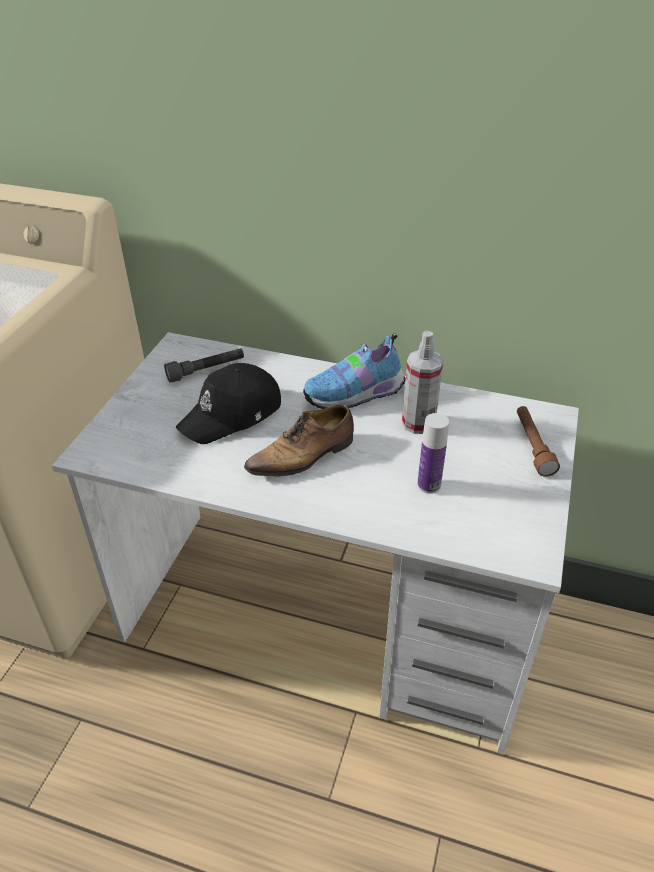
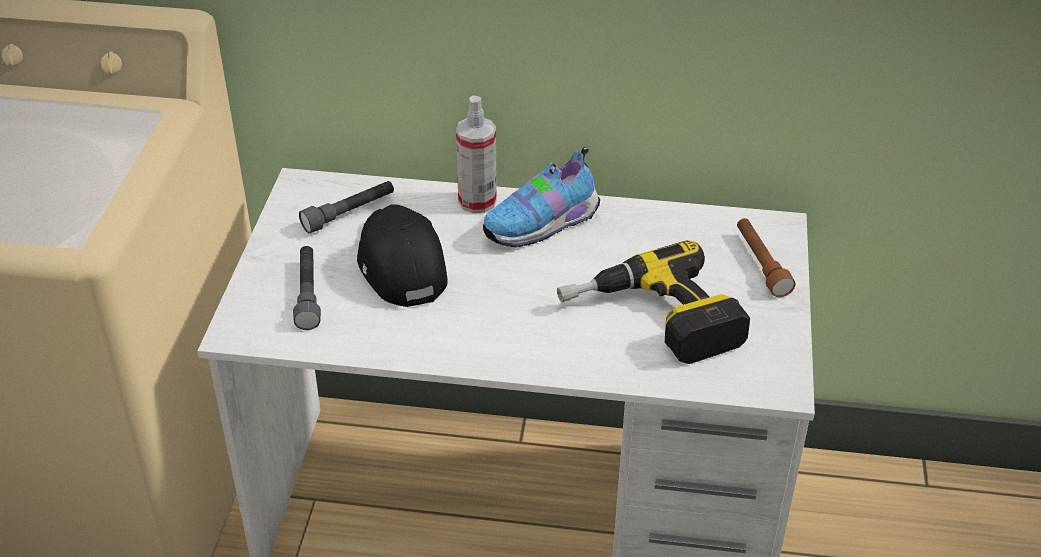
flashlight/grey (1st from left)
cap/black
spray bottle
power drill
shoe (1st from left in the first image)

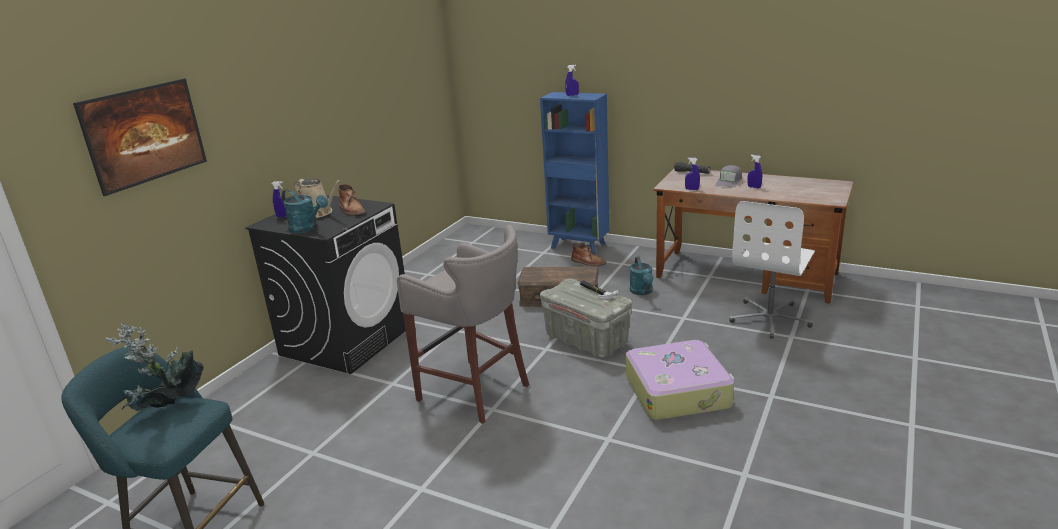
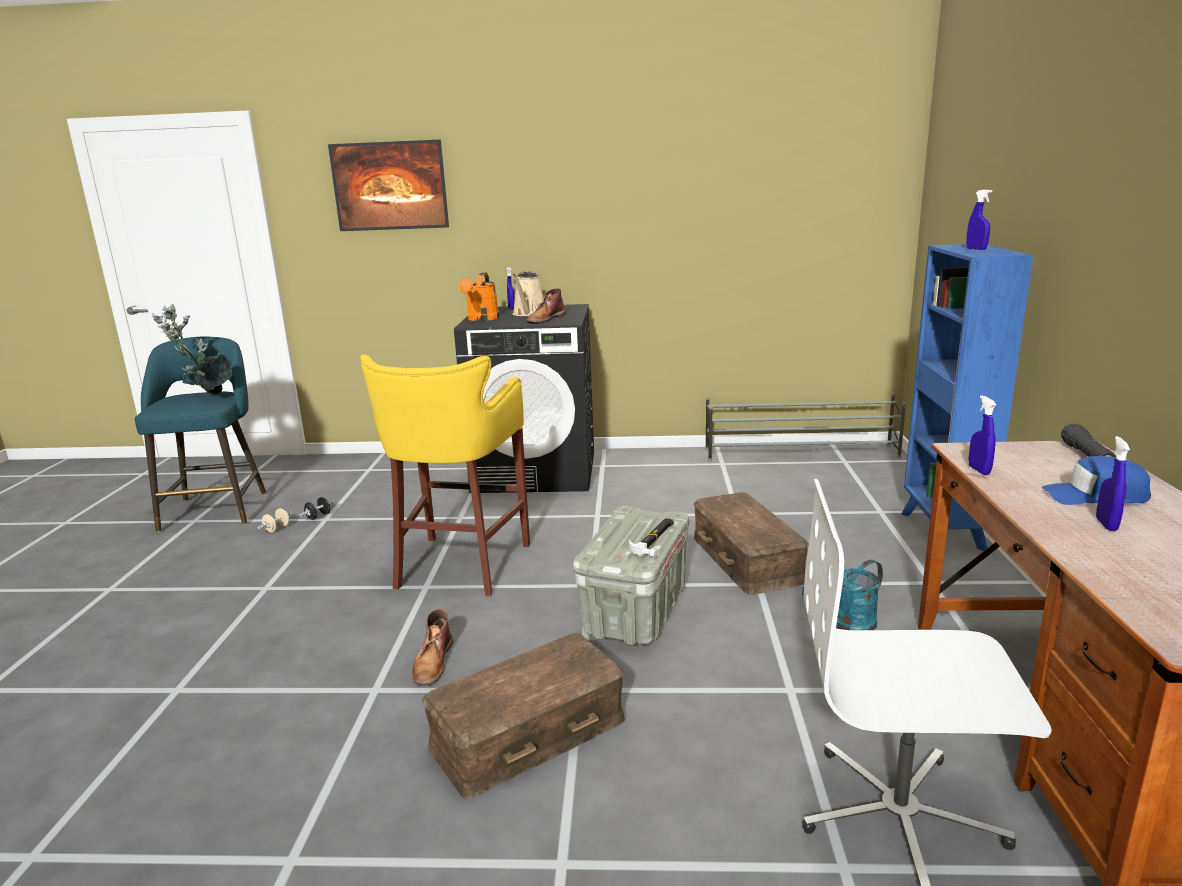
dumbbell/beige
dumbbell/black
stool/yellow
boot/brown (1st from left)
storage box/brown (1st from left)
watering can/orange
shoe rack/grey
cap/blue

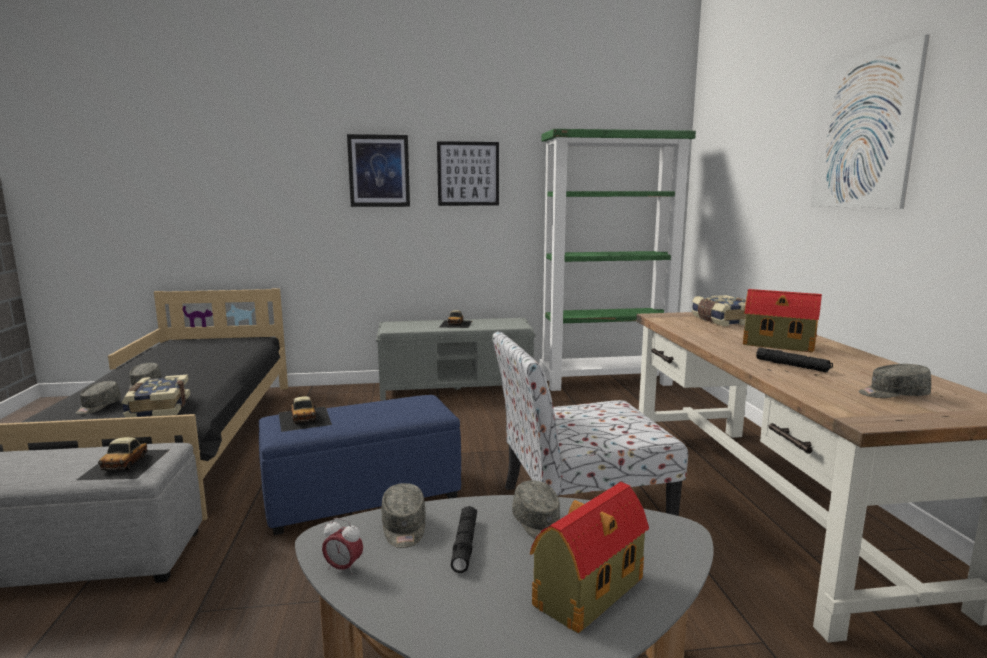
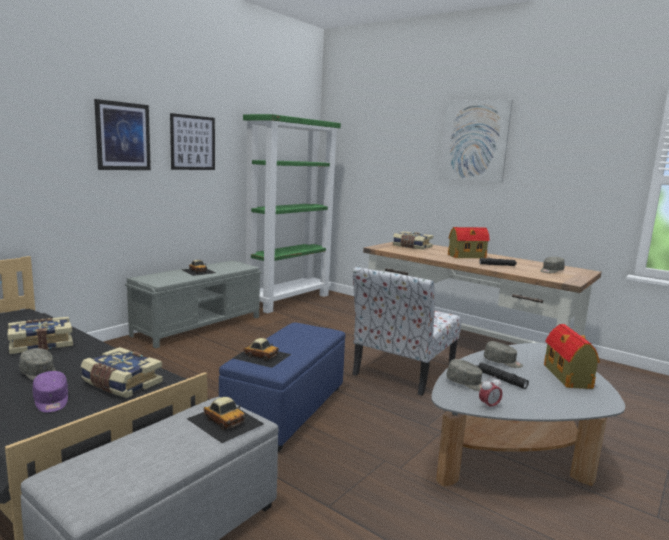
book (1st from left)
cap/purple

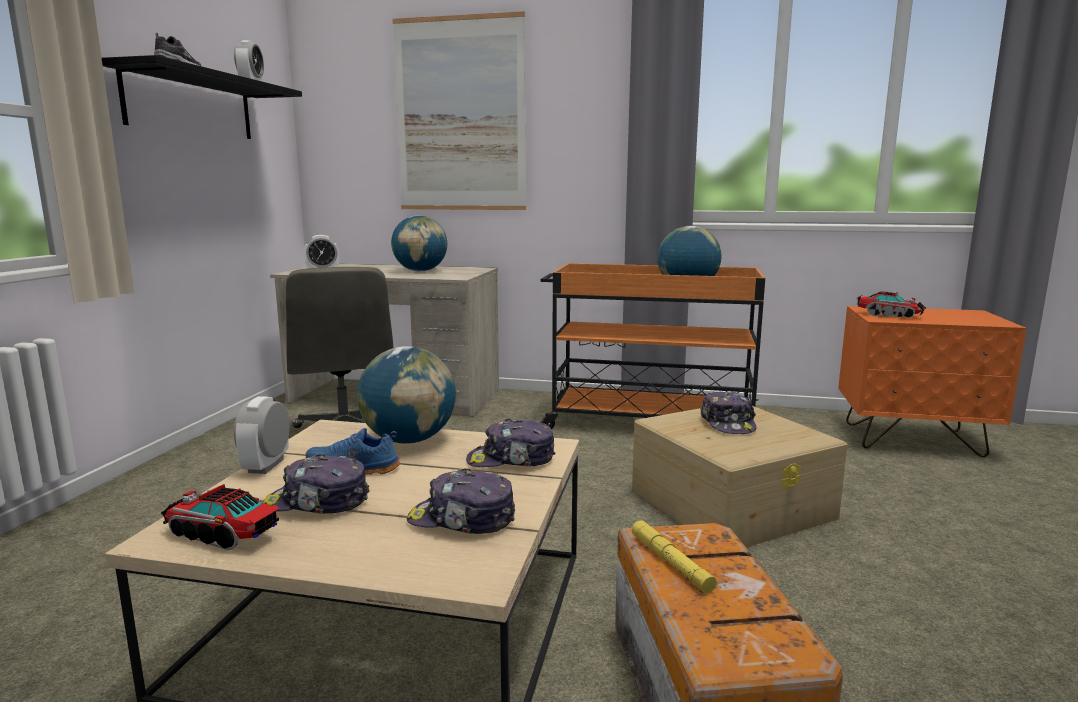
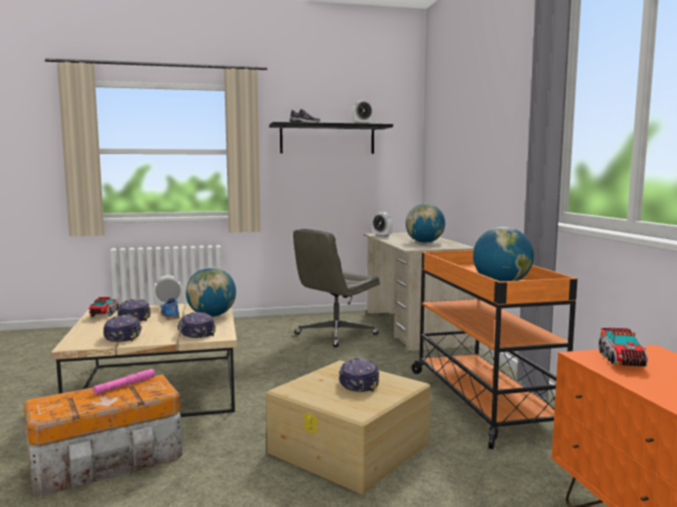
flashlight/pink
cap (4th from left)
picture

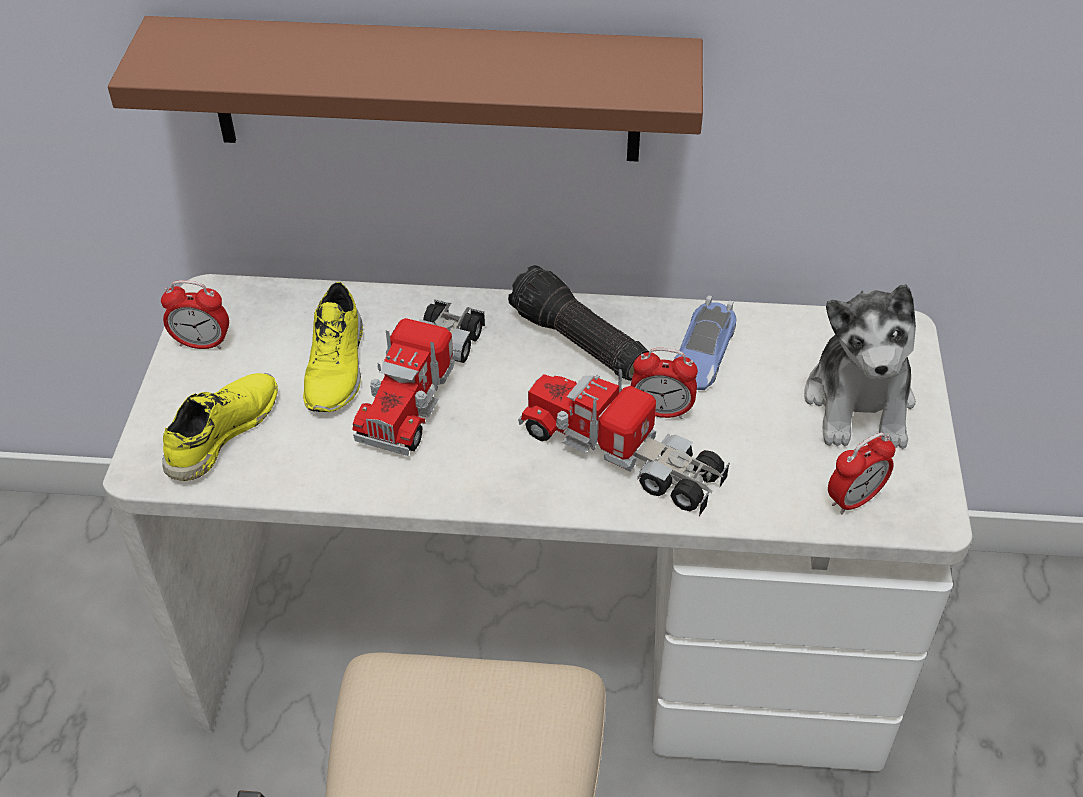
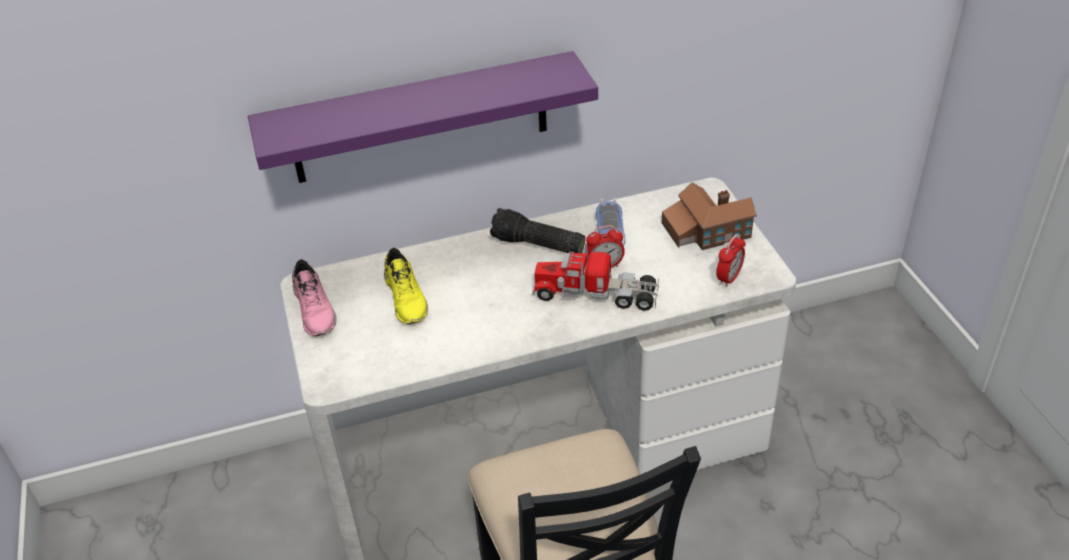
shelf/purple
shoe/pink
toy house
shoe/yellow (1st from left in the first image)
toy truck (1st from left in the first image)

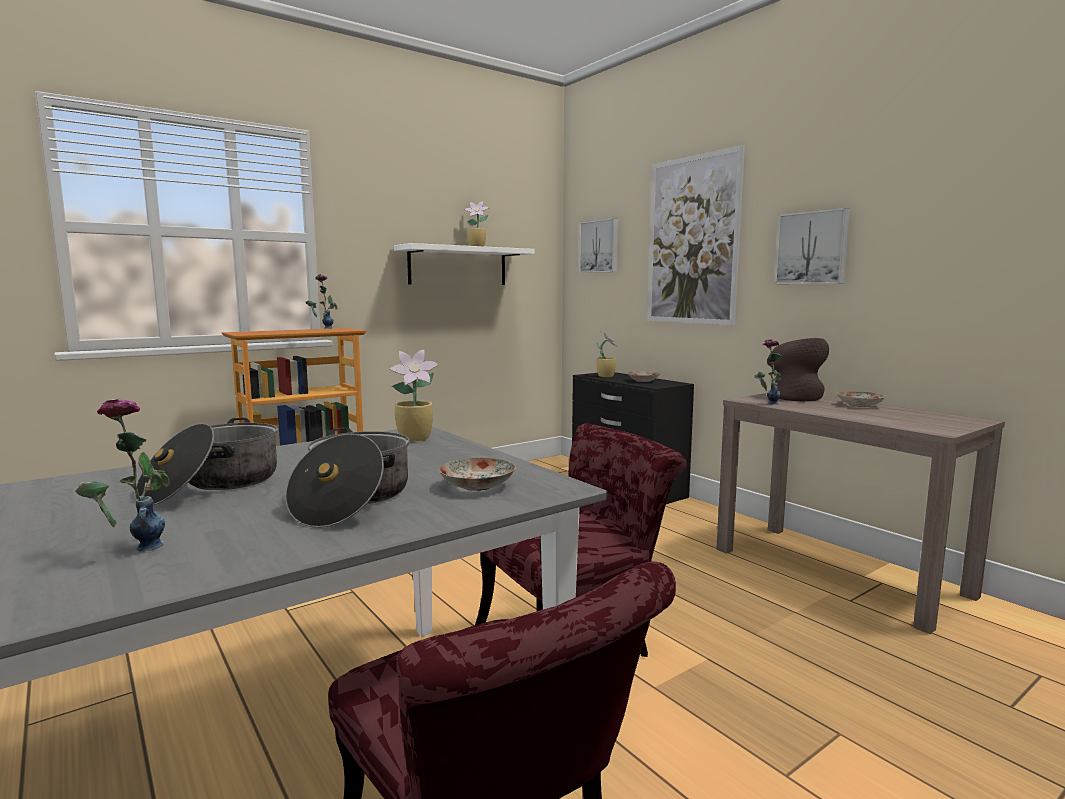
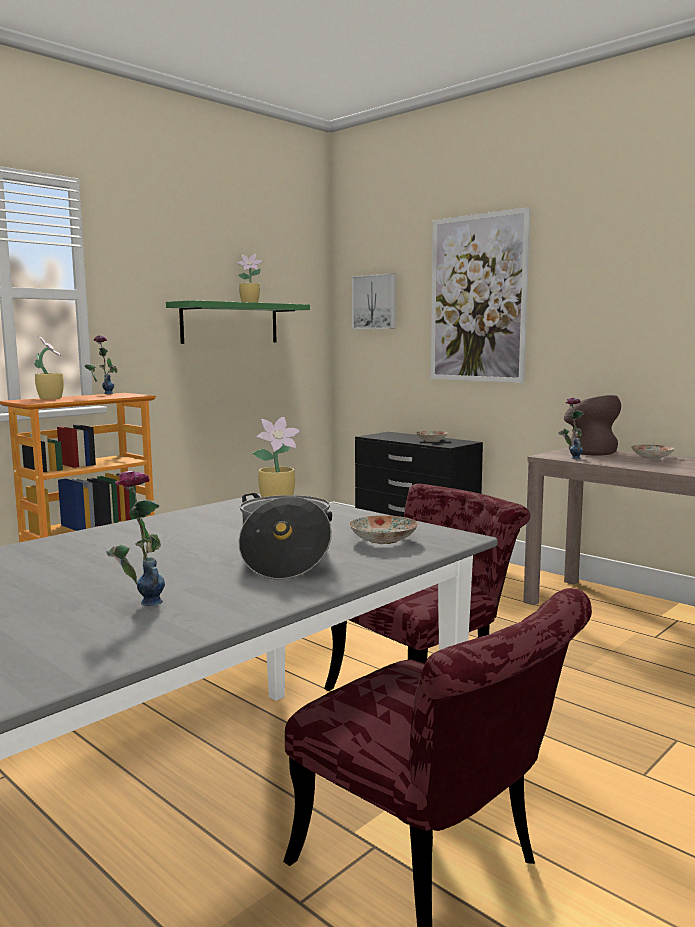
potted plant (1st from left)
shelf/green
cooking pot (1st from left in the first image)
picture (3rd from left in the first image)

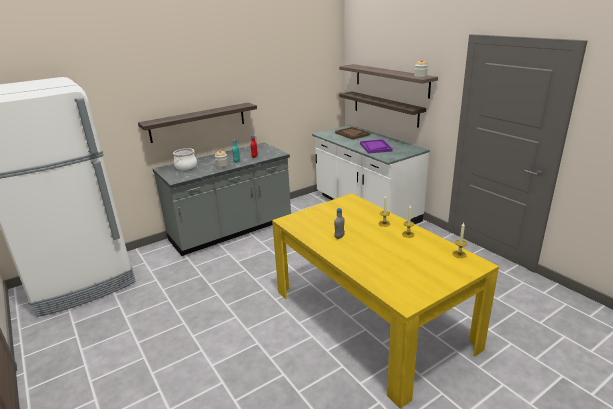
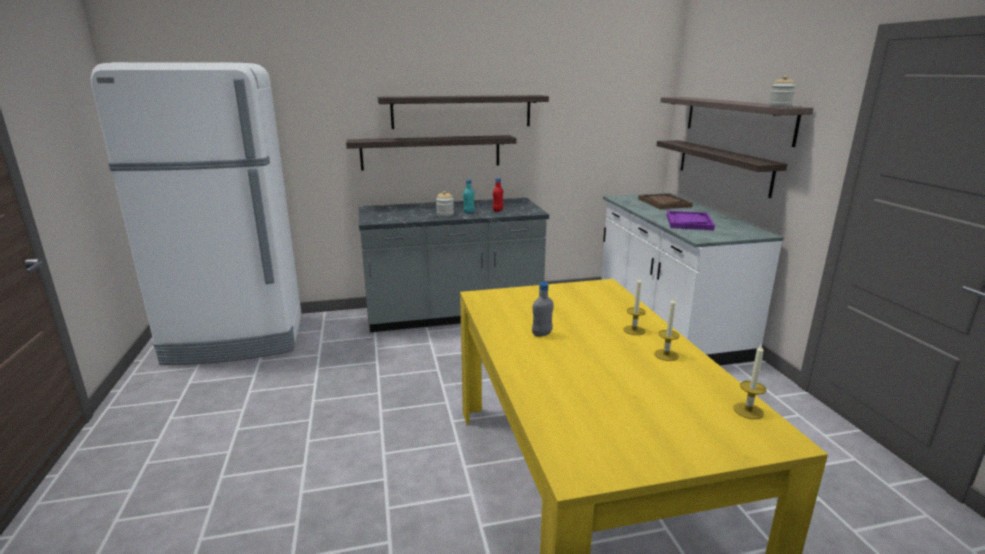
shelf (2nd from left)
cooking pot

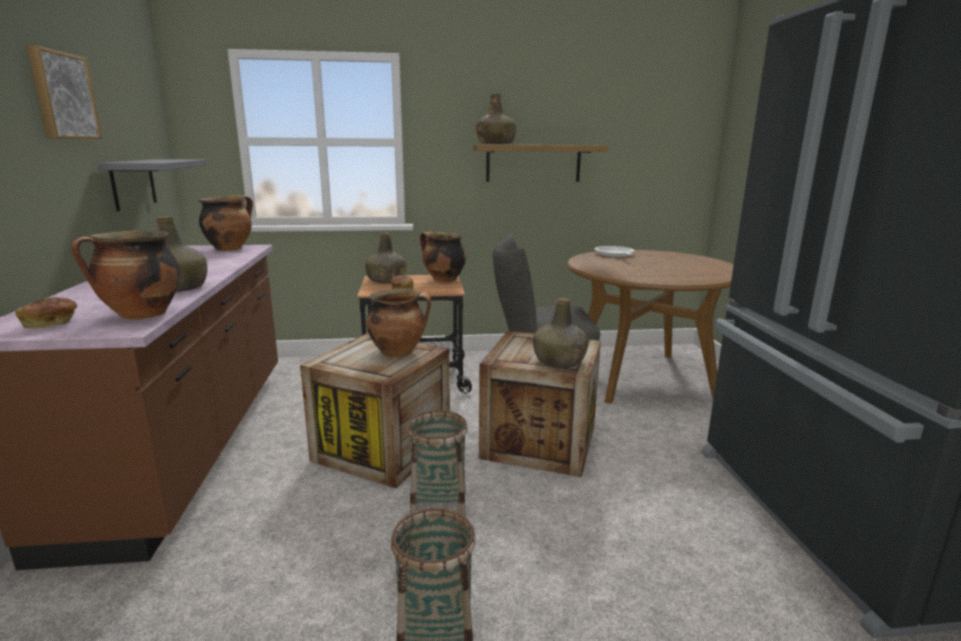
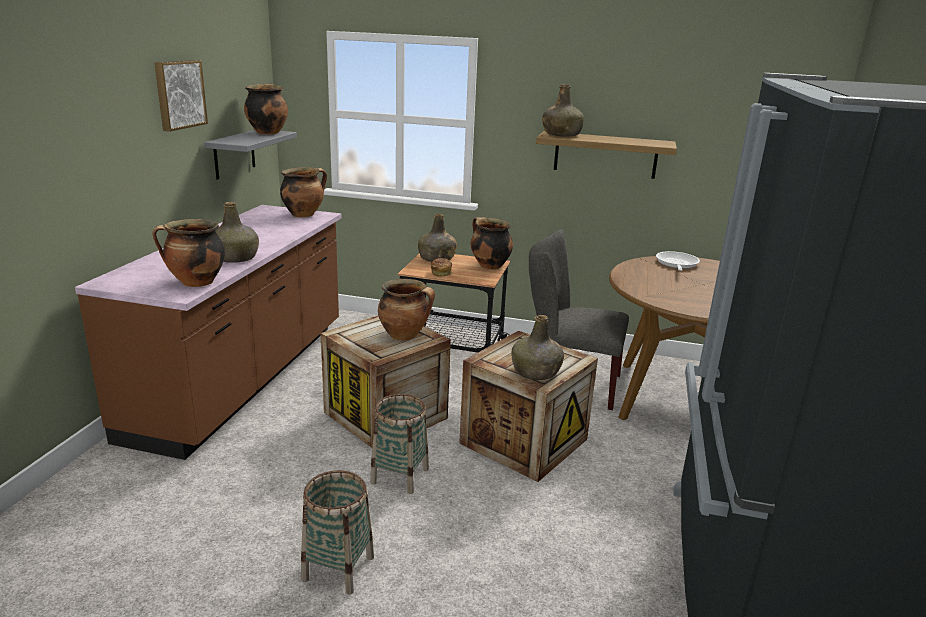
cooking pot (2nd from left)
bread (1st from left in the first image)

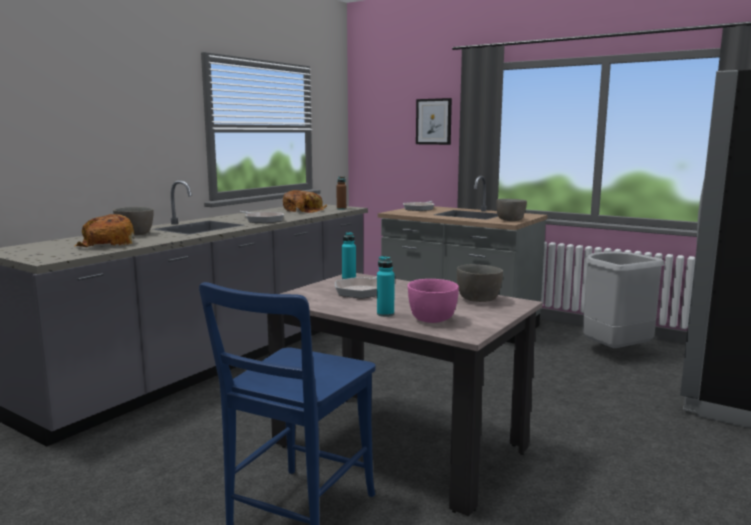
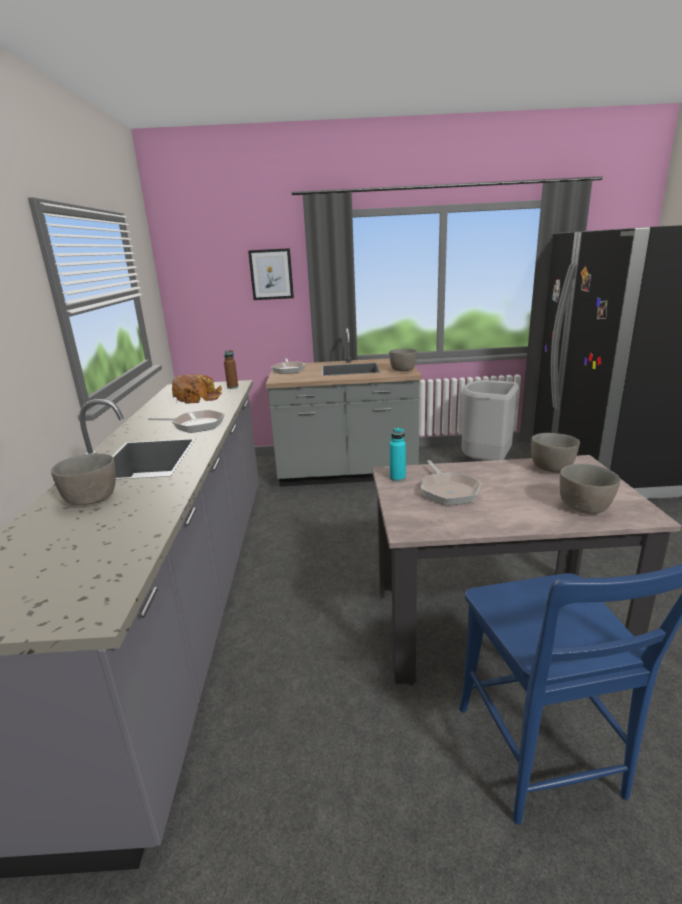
bowl/grey (4th from left)
bread (1st from left in the first image)
bottle/turquoise (2nd from left in the first image)

